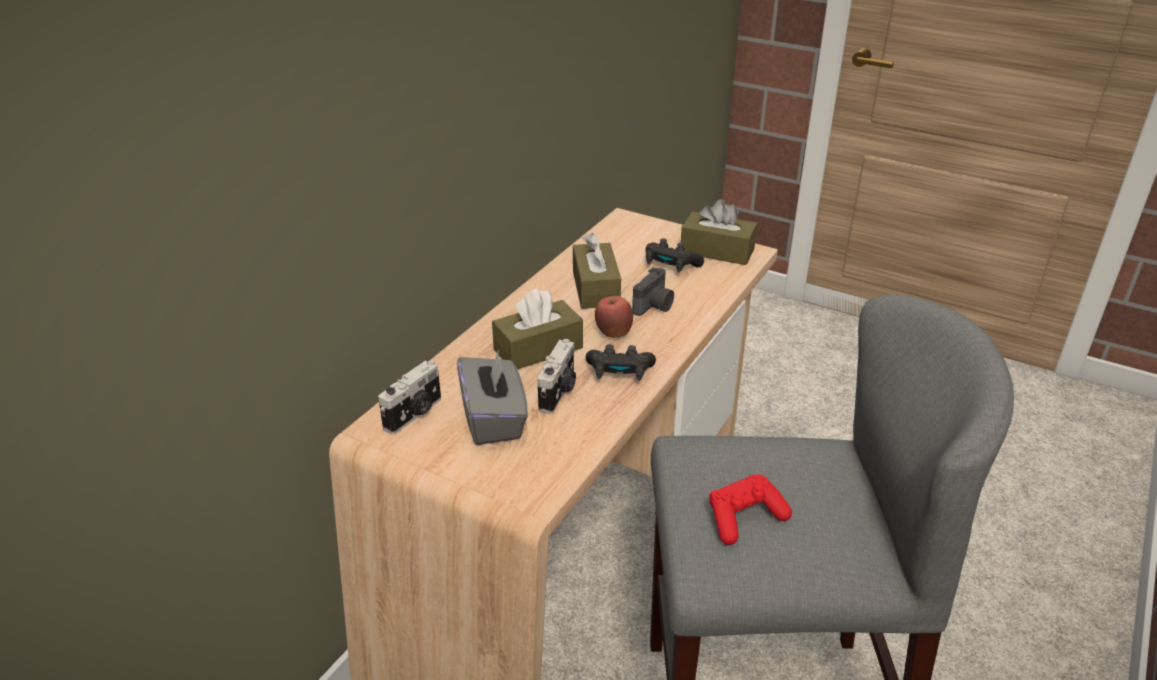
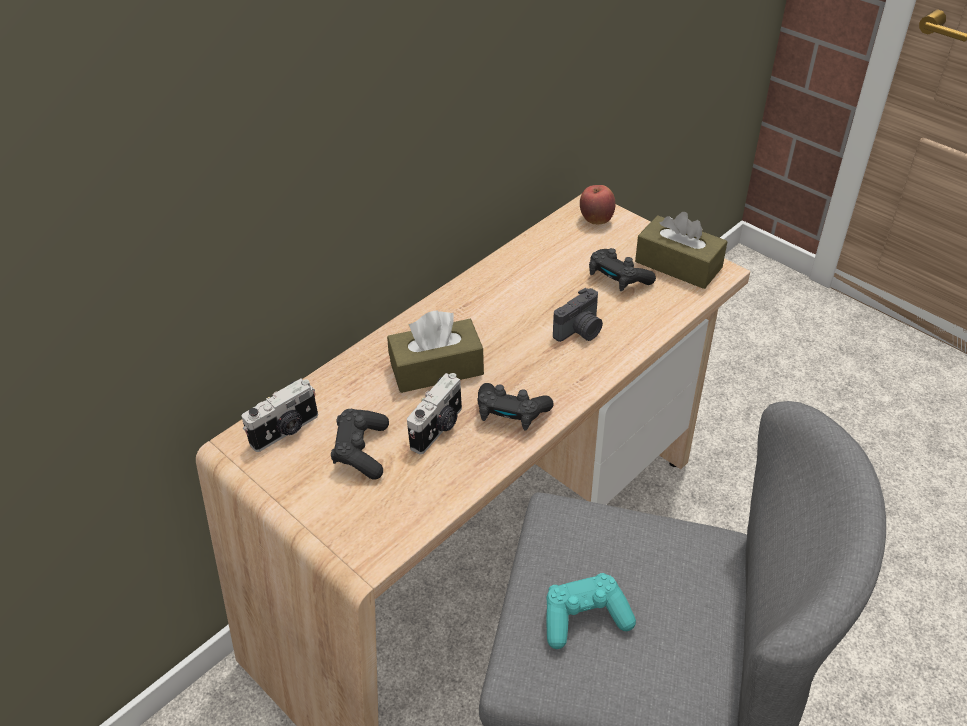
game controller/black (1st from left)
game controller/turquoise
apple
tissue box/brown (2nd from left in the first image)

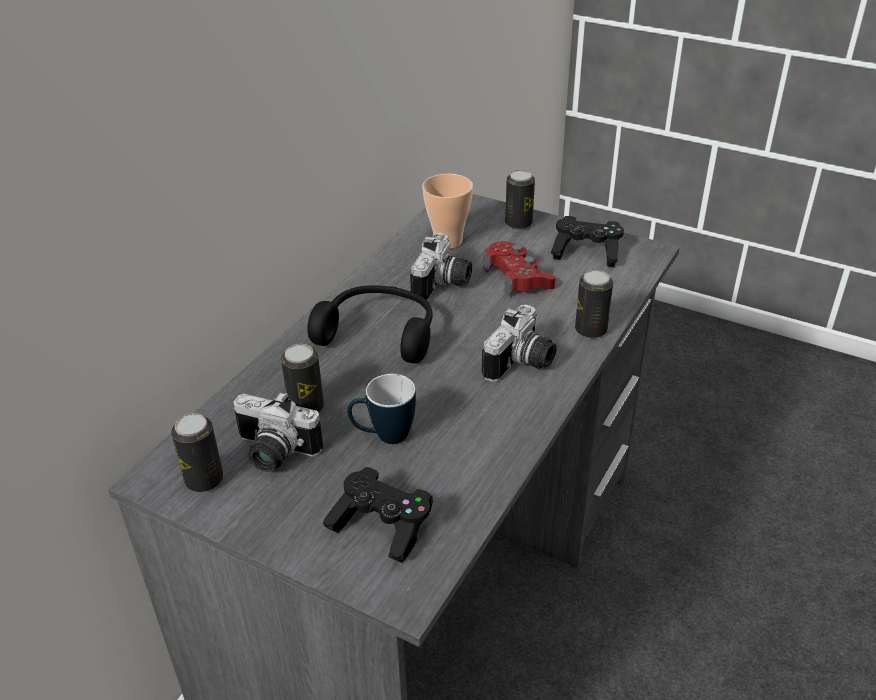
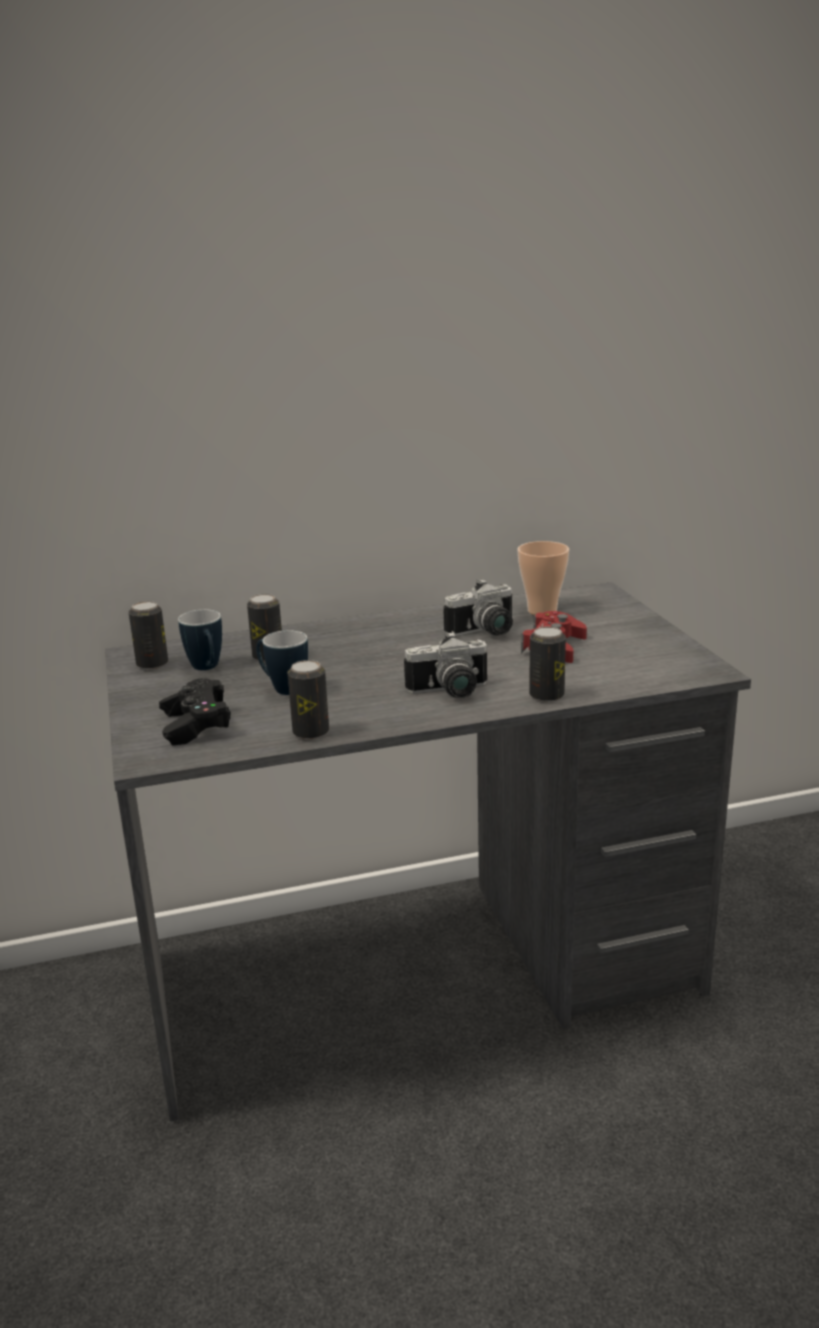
mug (1st from left)
can (3rd from left)
headphones/black
game controller/black (2nd from left in the first image)

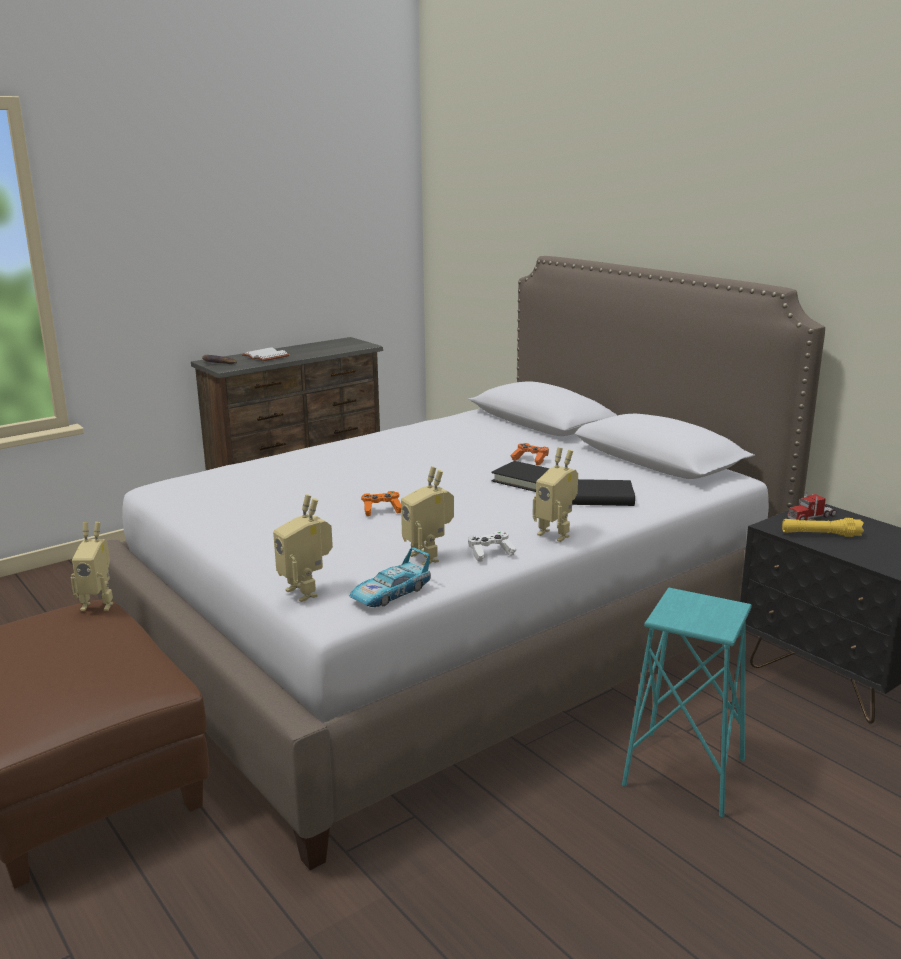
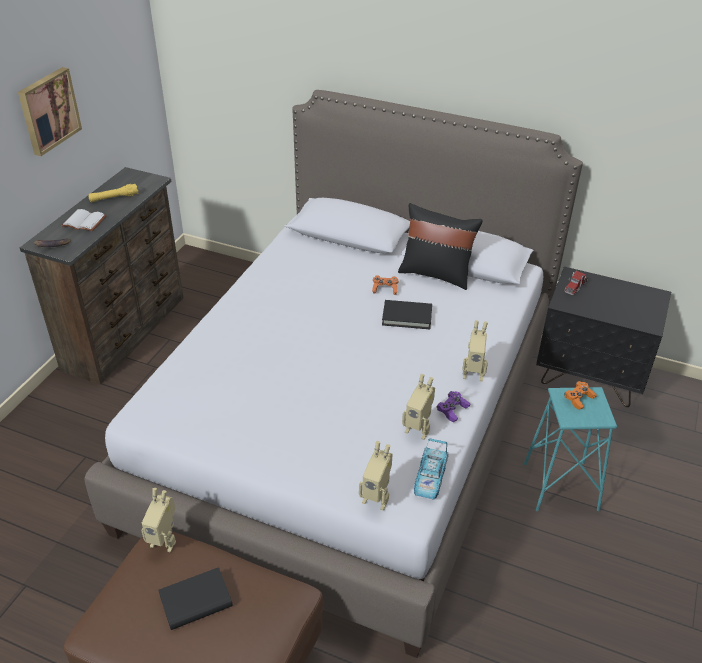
picture
flashlight/yellow
toy robot (1st from left)
book/black (1st from left)
pillow/black
game controller/purple
game controller/orange (2nd from left)

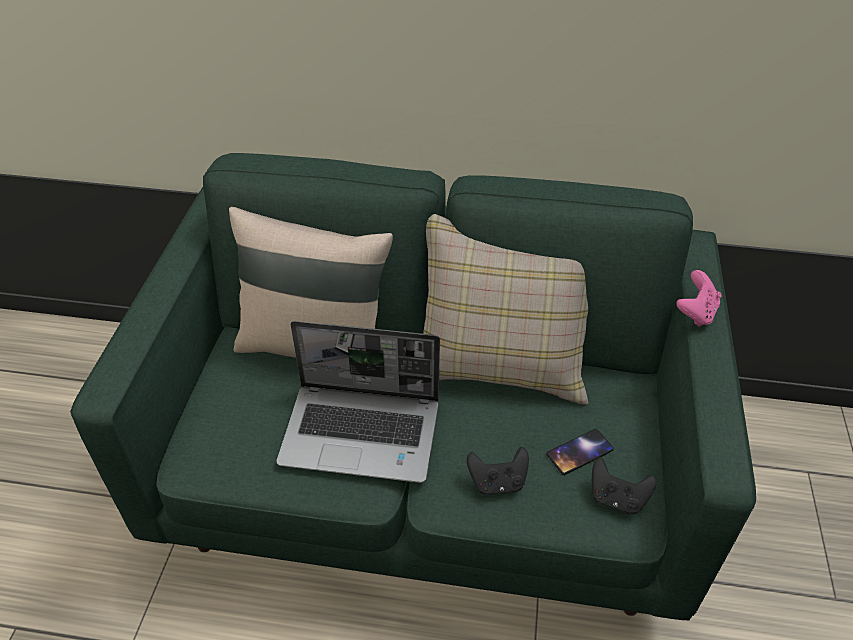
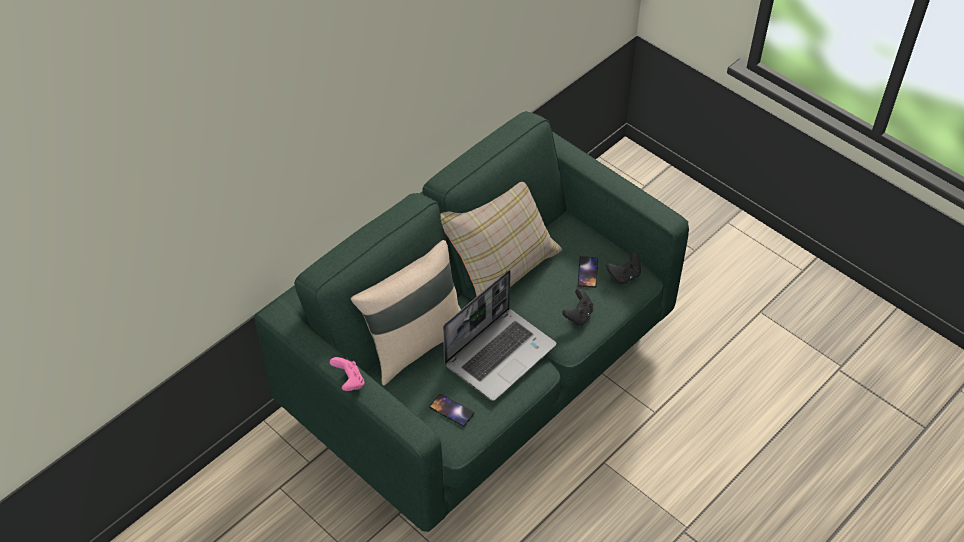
game controller/pink
phone (1st from left)

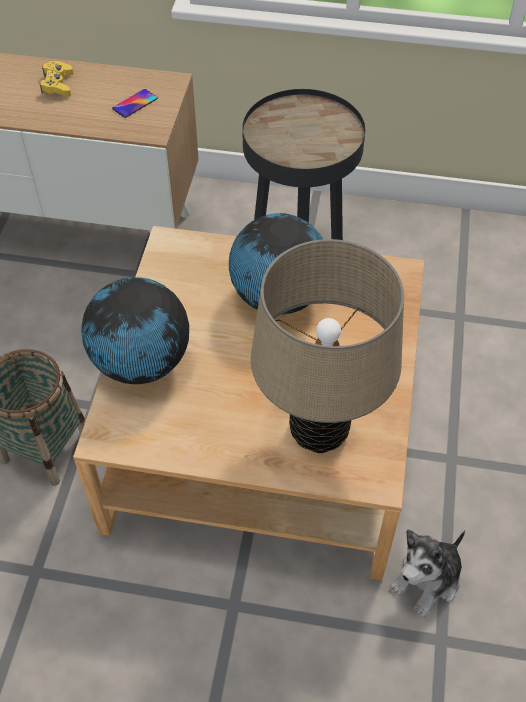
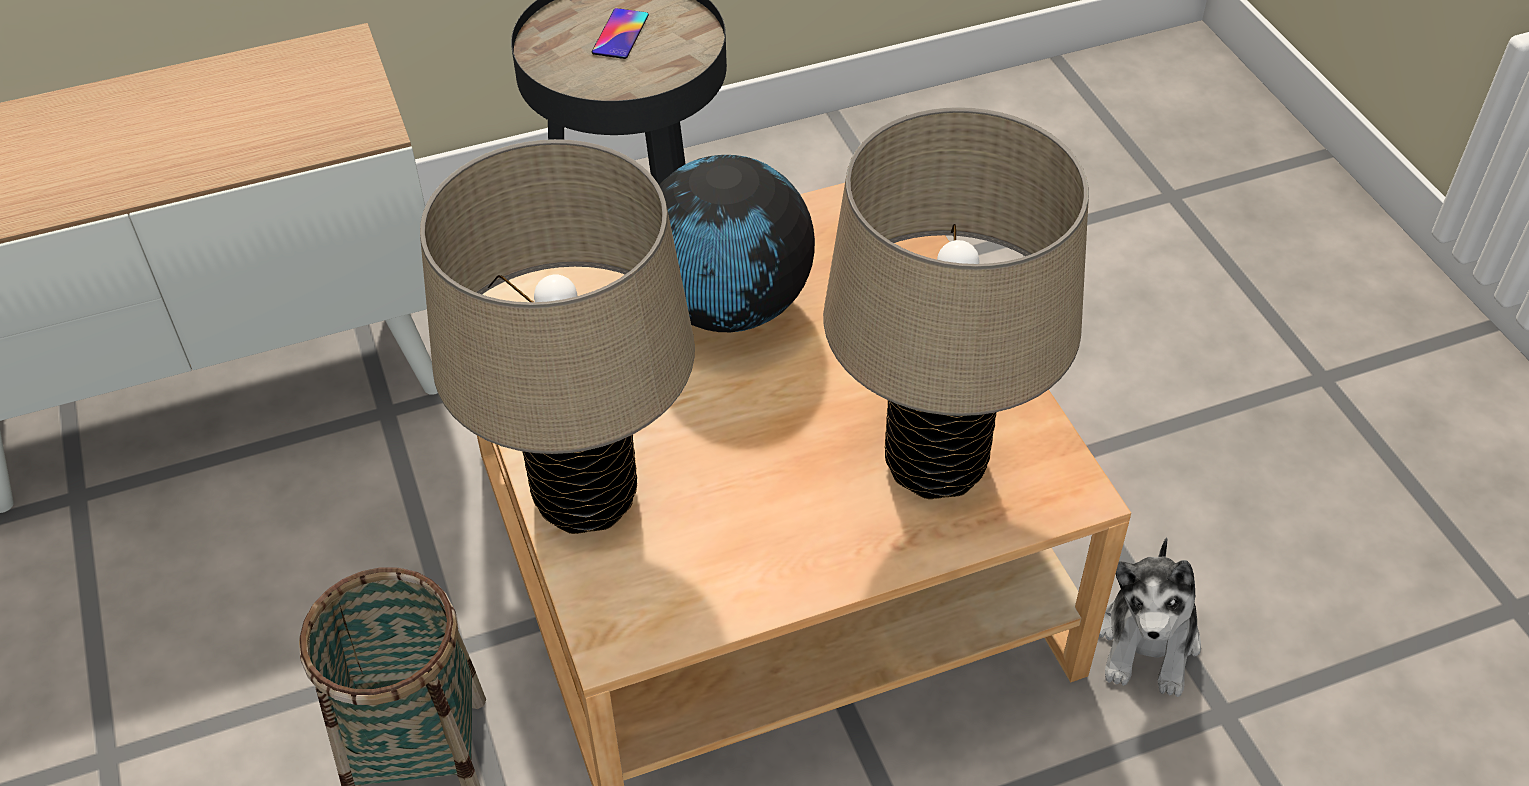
table lamp/beige (1st from left)
phone
game controller/yellow

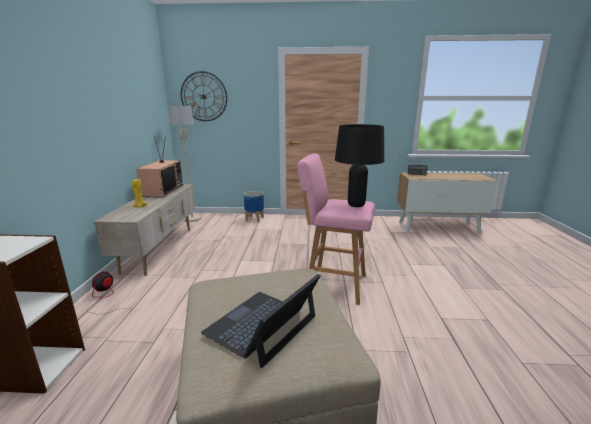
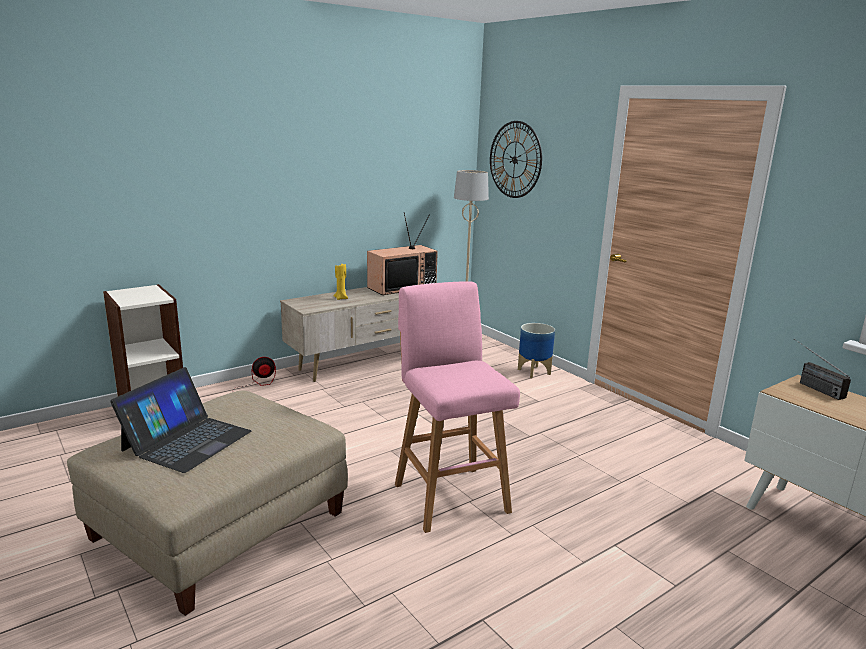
laptop
table lamp/black

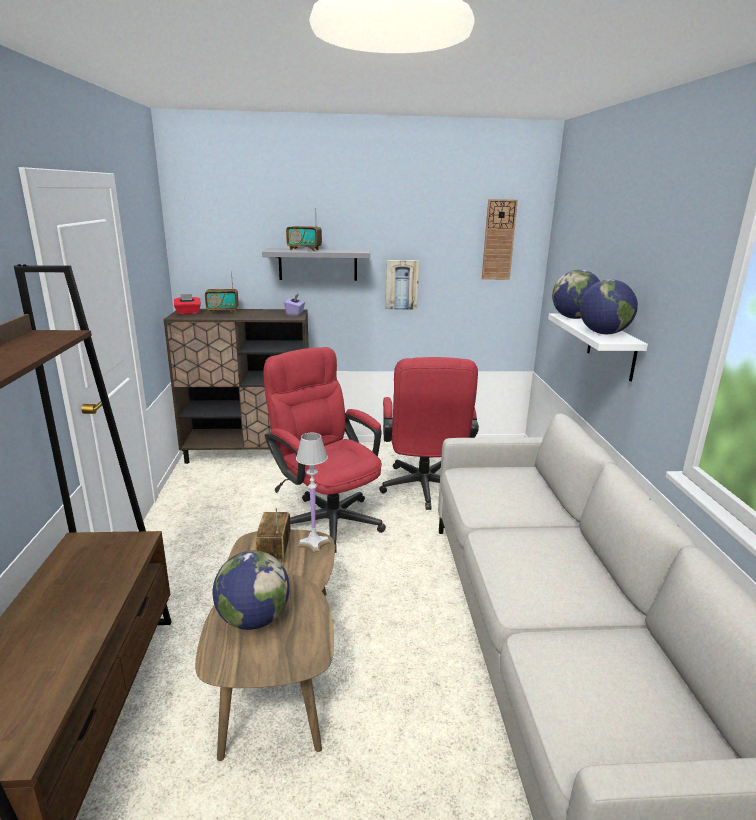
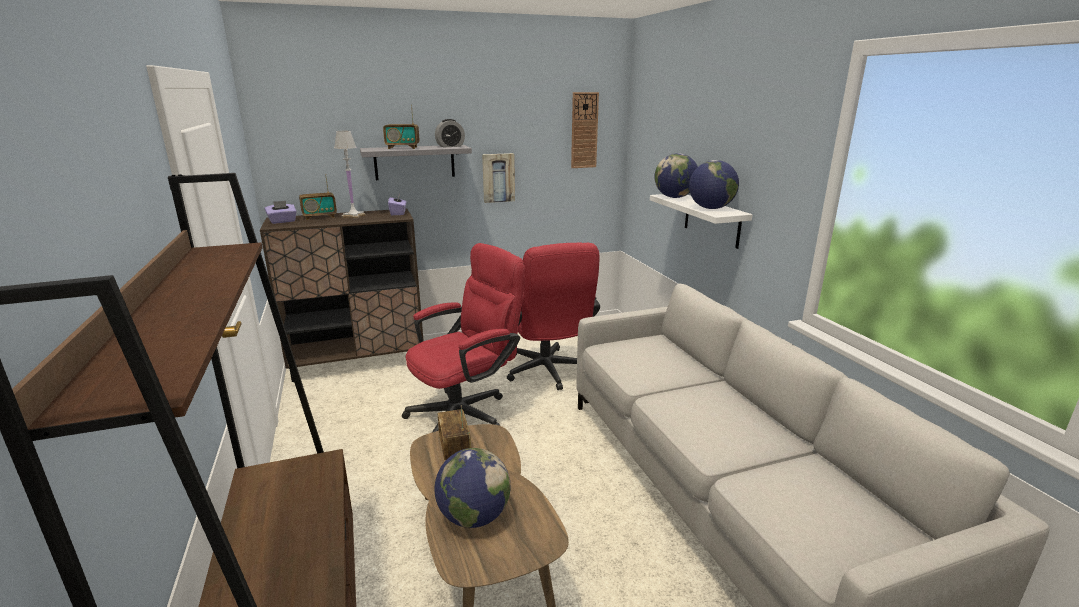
tissue box/purple (1st from left)
table lamp/white
office chair/red (1st from left)
alarm clock

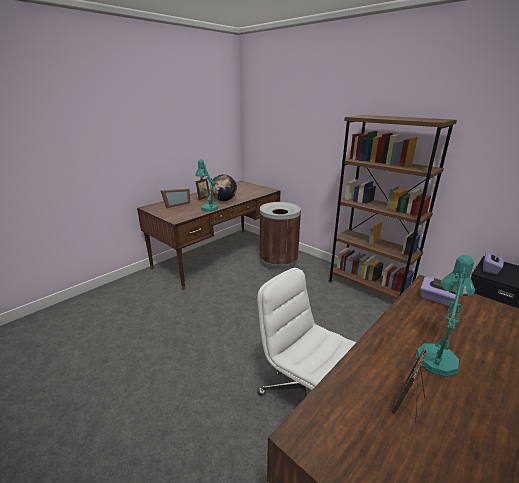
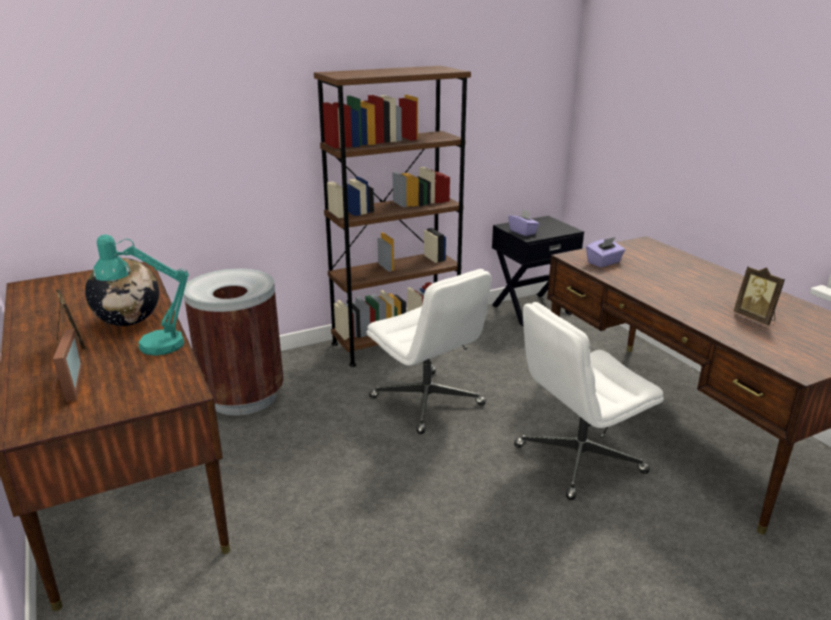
office chair/white (1st from left)
table lamp/turquoise (2nd from left in the first image)

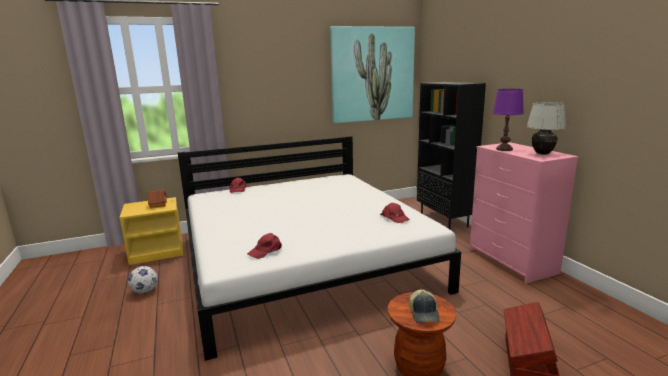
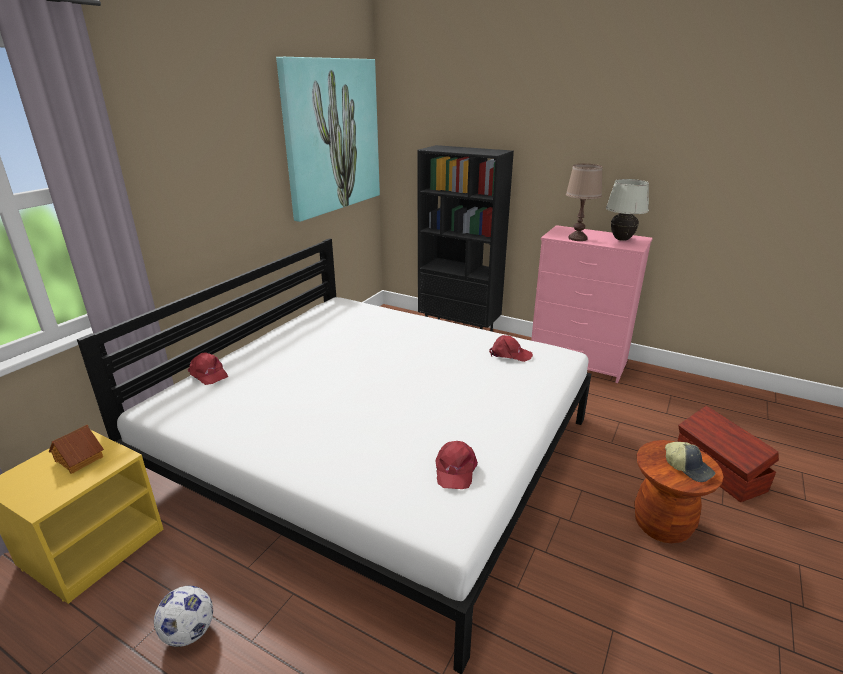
table lamp/brown

